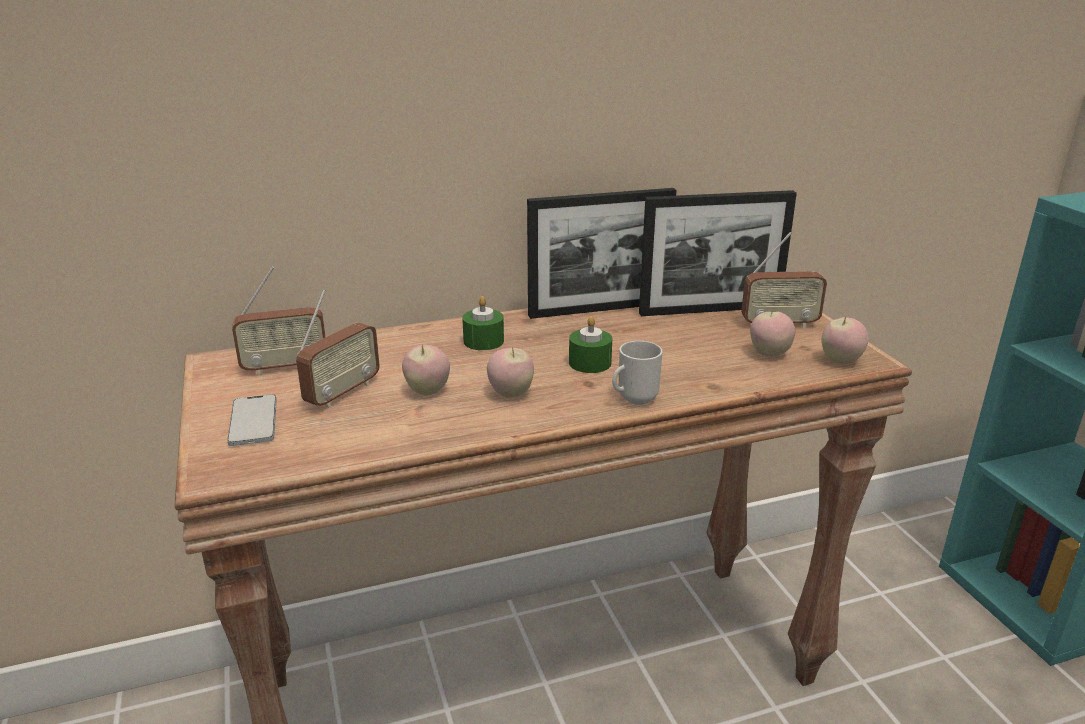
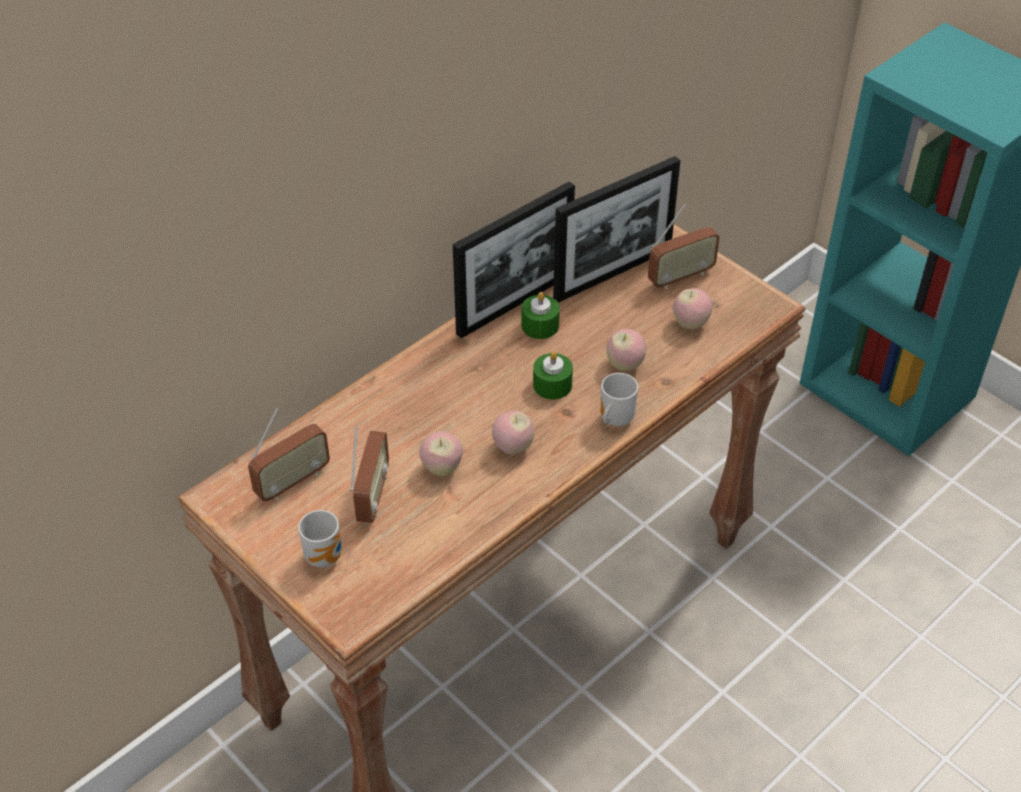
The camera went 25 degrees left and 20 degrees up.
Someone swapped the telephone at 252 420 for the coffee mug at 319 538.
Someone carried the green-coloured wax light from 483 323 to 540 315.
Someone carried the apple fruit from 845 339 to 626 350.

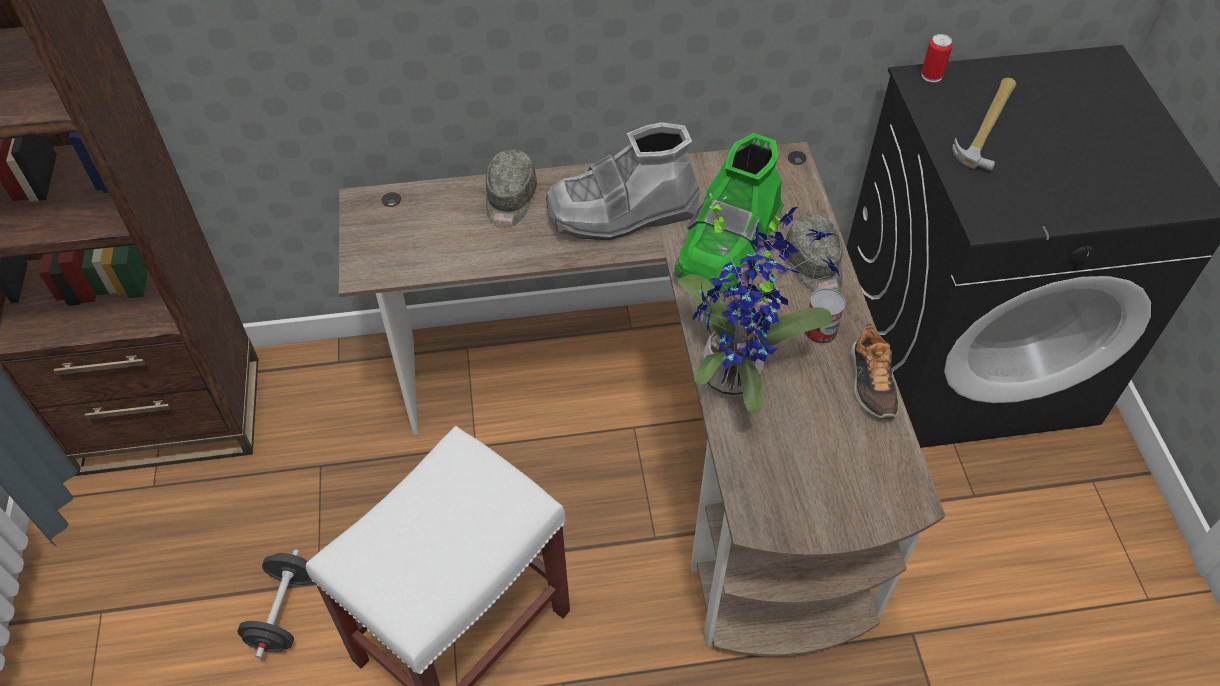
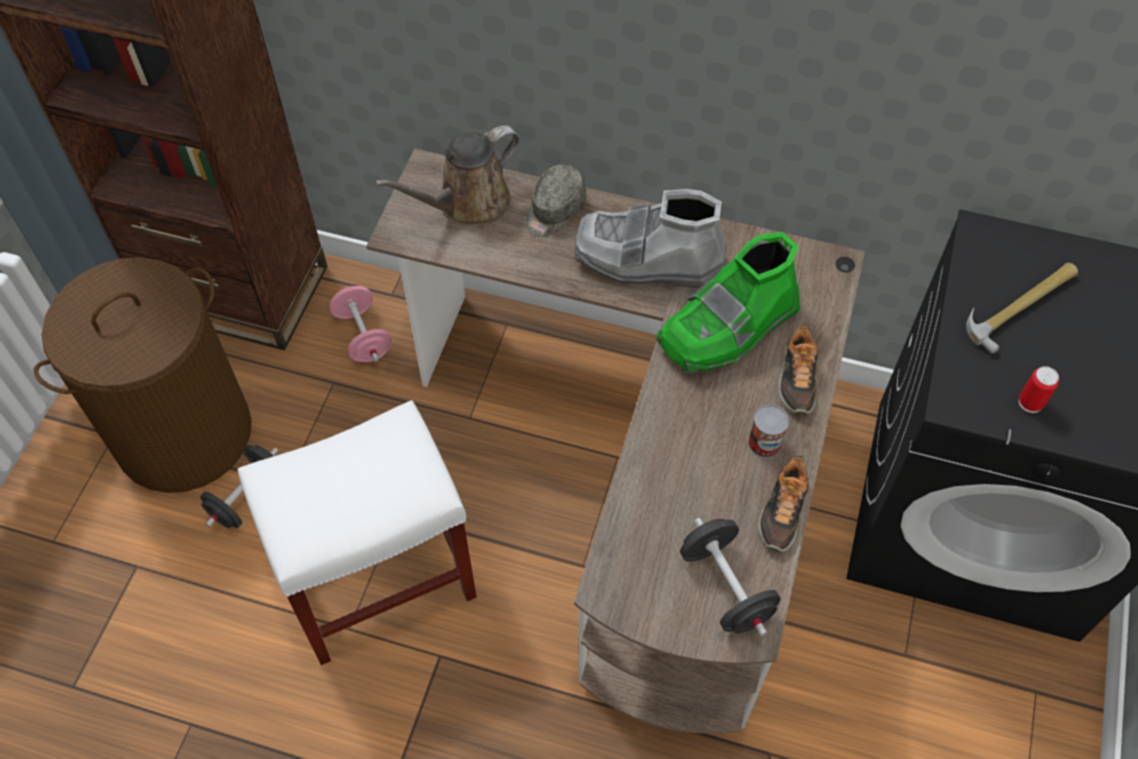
The camera went 25 degrees right and 5 degrees up.
Someone took away the potted plant at 759 303.
Someone swapped the greyish baseball cap at 813 253 for the low shoe at 798 369.
Someone carried the sealed can from 937 58 to 1039 389.
Someone put down the brown hamper at 142 375.
Someone put down the pink dumbbell at 360 324.
Someone put down the brown watering pot at 447 175.
Someone put down the black dumbbell at 730 577.

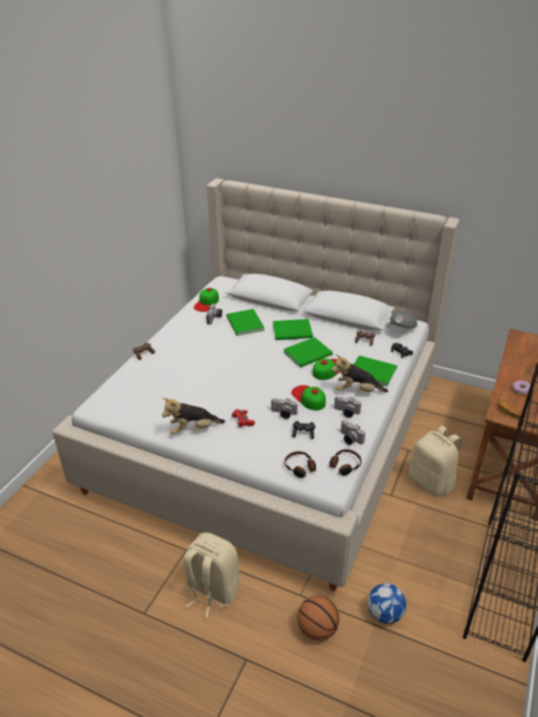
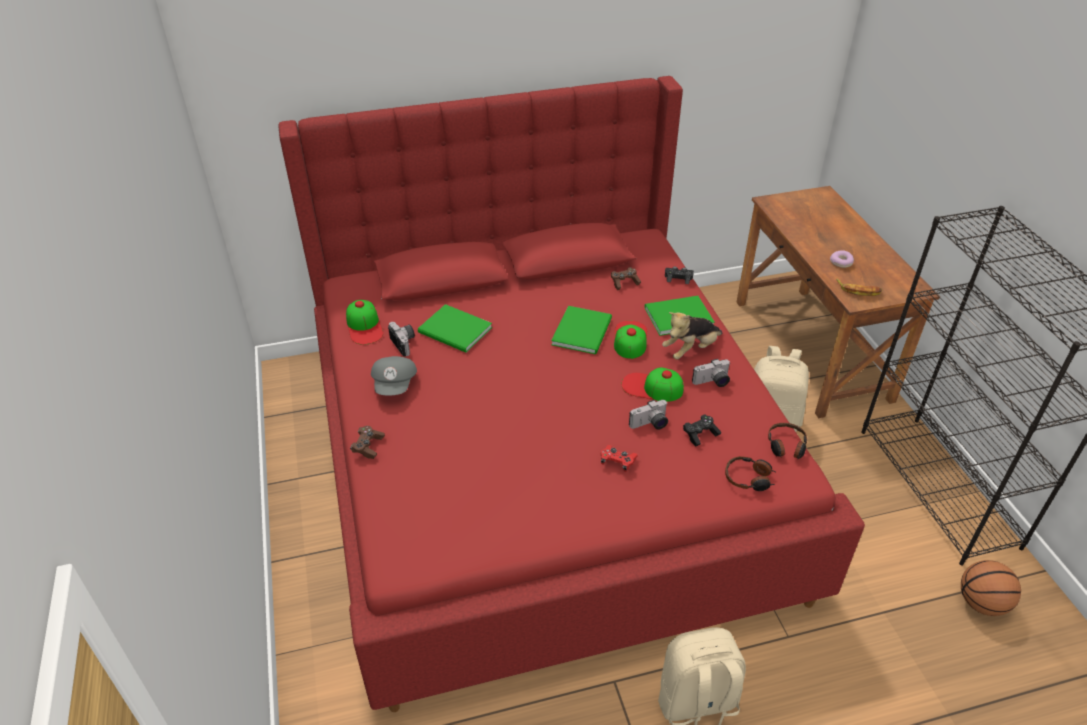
The camera went 40 degrees left and 5 degrees up.
Someone repainted the beige-coloured bedroom bed at 256 384, which became the red-coloured bedroom bed at 571 394.
Someone took away the plush toy at 193 416.
Someone took away the green-coloured volume at 293 329.
Someone carried the basketball from 318 618 to 991 588.
Someone took away the still camera at 353 432.
Someone took away the football at 387 603.
Someone carried the greyish baseball cap from 402 322 to 394 376.

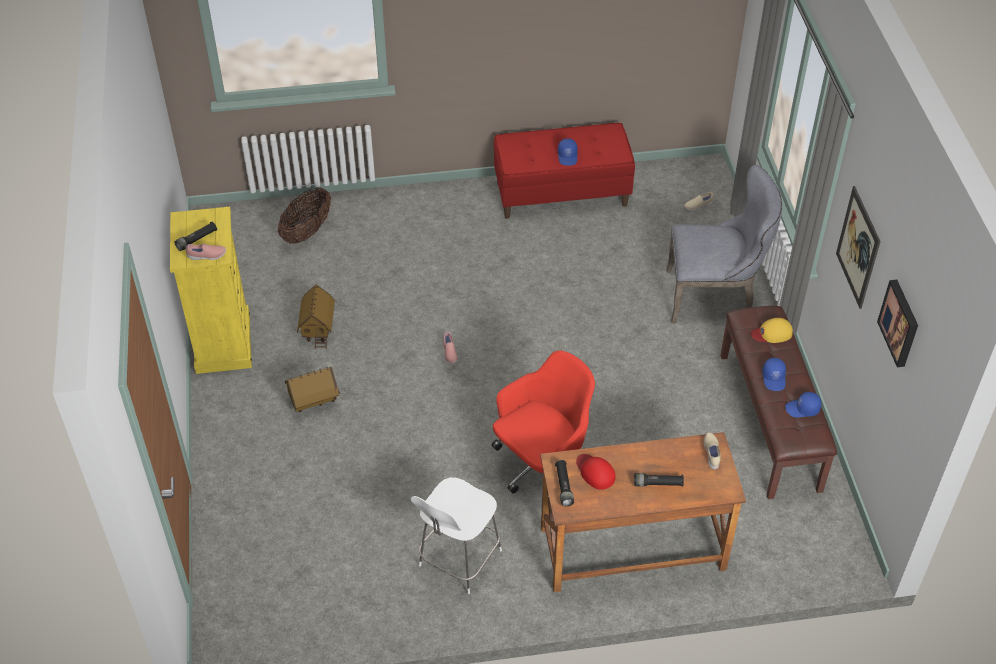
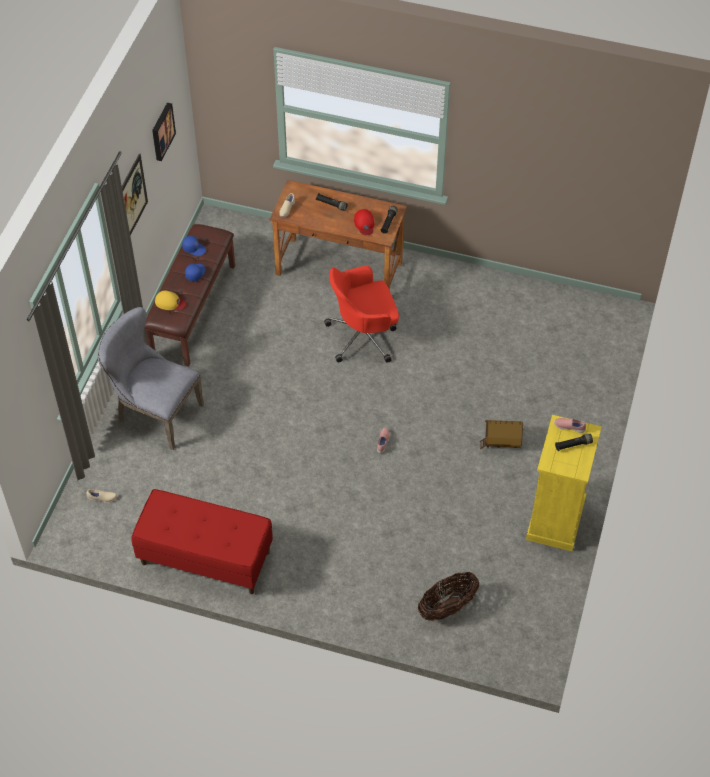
The camera went 155 degrees left and 5 degrees up.
Someone took away the miniature house at 316 317.
Someone took away the white chair at 456 535.
Someone took away the bluish baseball cap at 568 152.

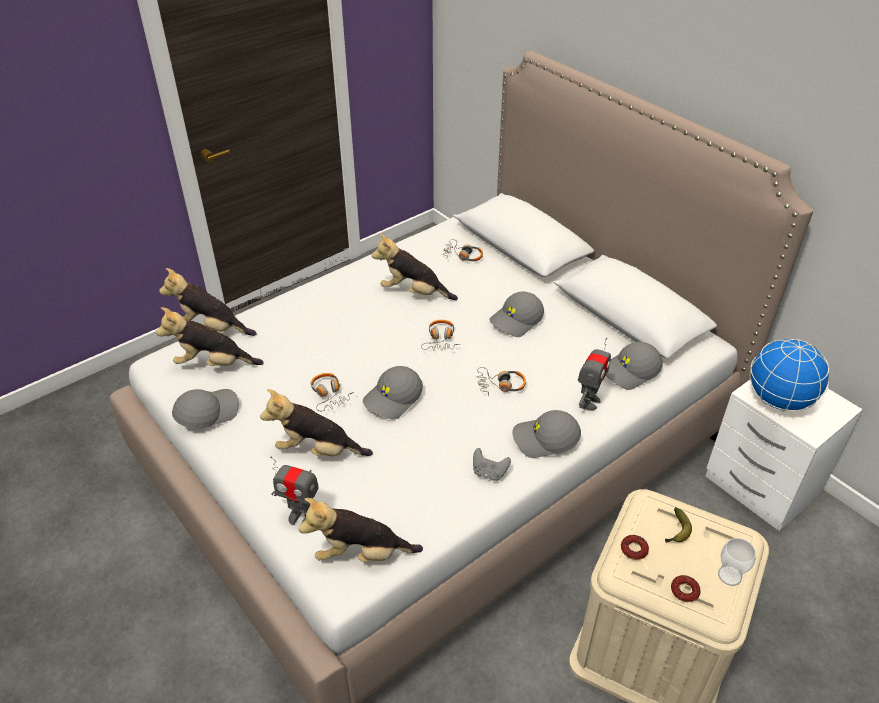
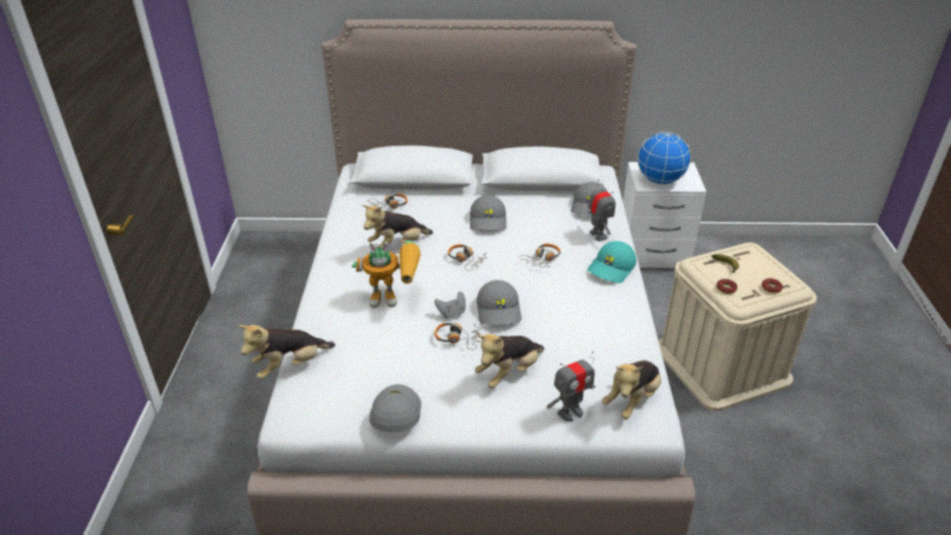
The camera went 50 degrees left and 5 degrees down.
Someone took away the plush toy at 209 336.
Someone carried the greyish gamepad from 492 464 to 450 304.
Someone repainted the greyish baseball cap at 546 434, which became the blue-green baseball cap at 612 262.
Someone took away the cup at 737 562.
Someone put down the model robot at 386 274.

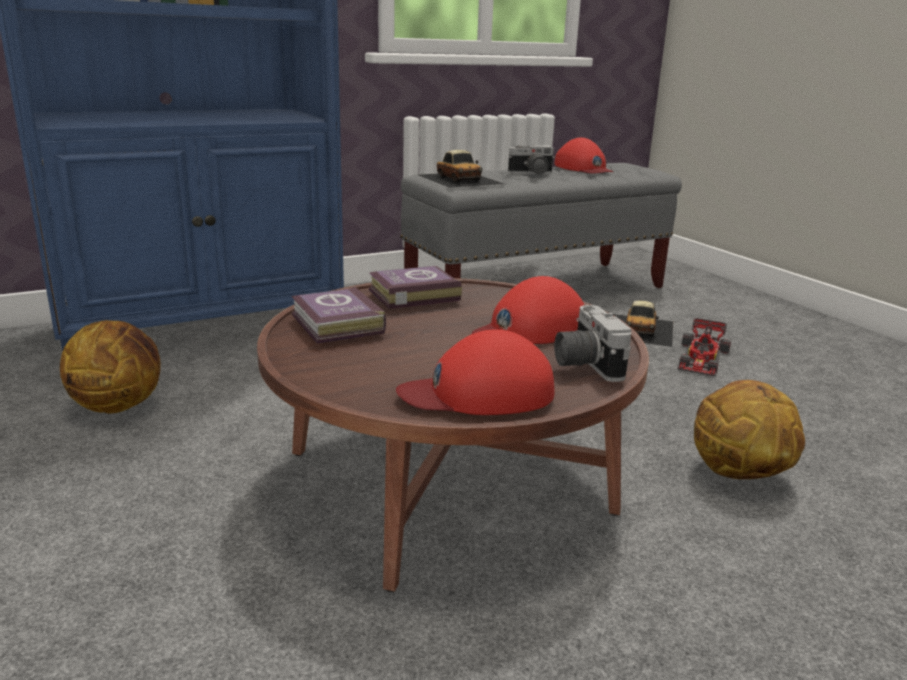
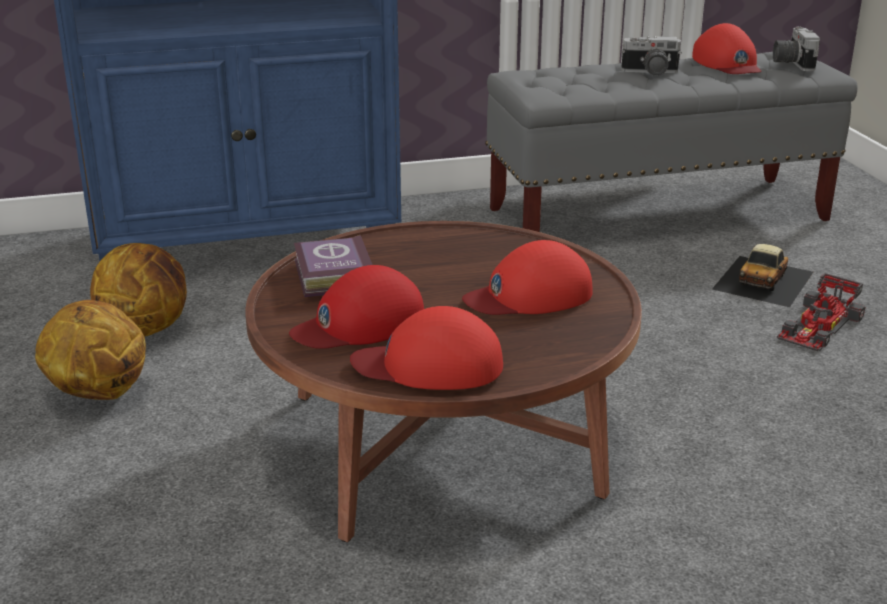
The camera went 15 degrees right and 5 degrees up.
Someone took away the volume at 415 287.
Someone took away the miniature car at 461 169.
Someone carried the still camera from 592 343 to 796 48.
Someone carried the basketball from 749 429 to 90 350.
Someone put down the red-coloured baseball cap at 356 307.

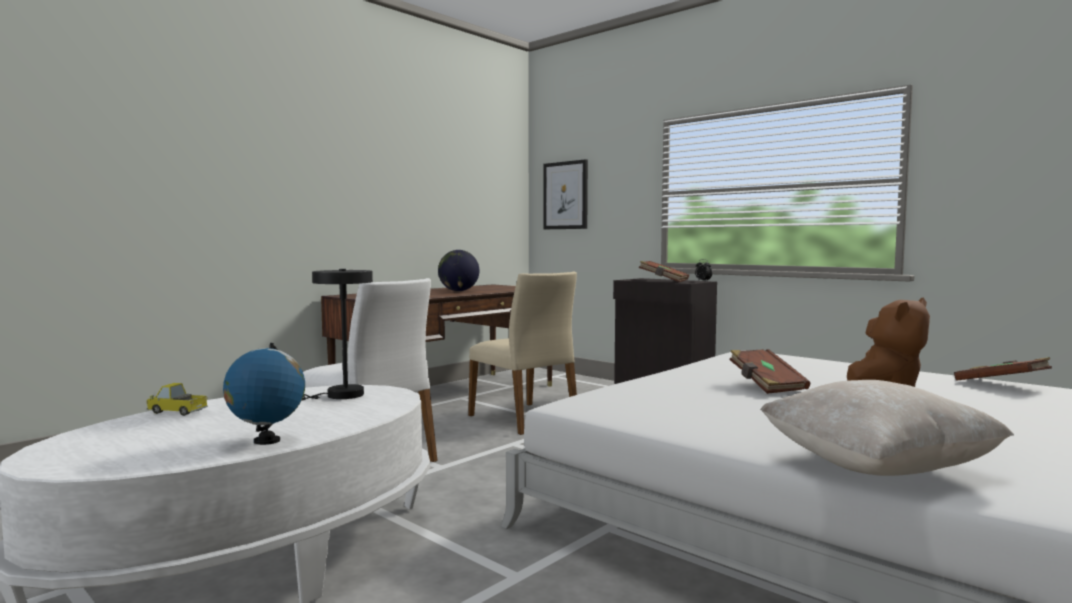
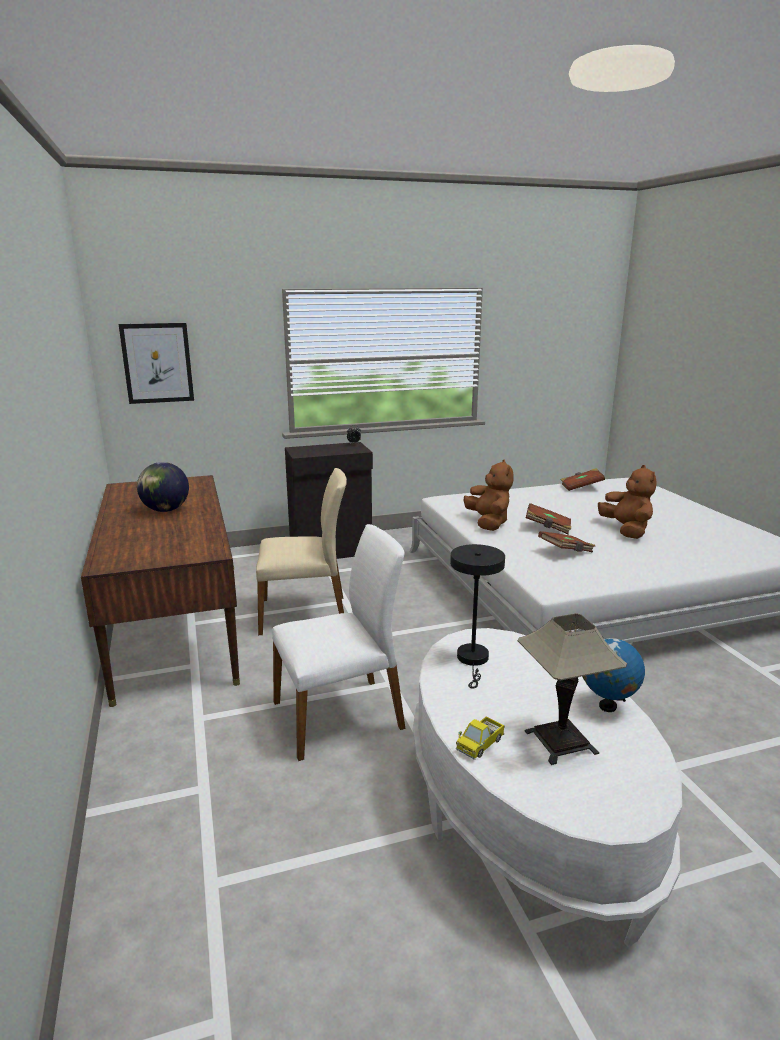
The camera went 60 degrees left and 15 degrees up.
Someone carried the brown volume from 664 271 to 566 542.
Someone took away the beige-coloured cushion at 887 428.
Someone put down the brown plush toy at 489 495.
Someone put down the lamp for a table at 572 689.

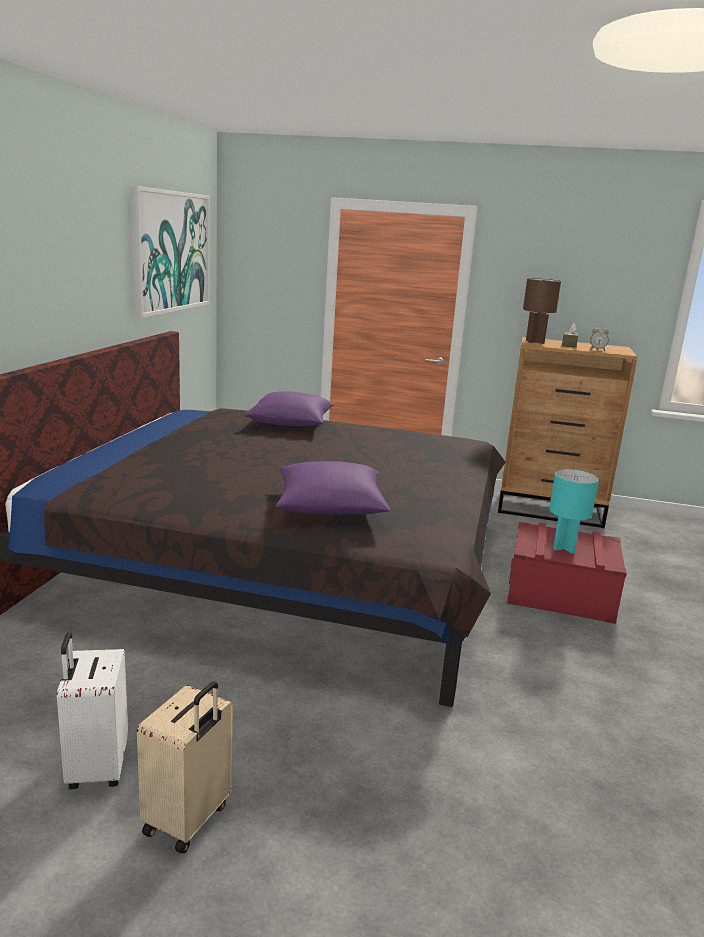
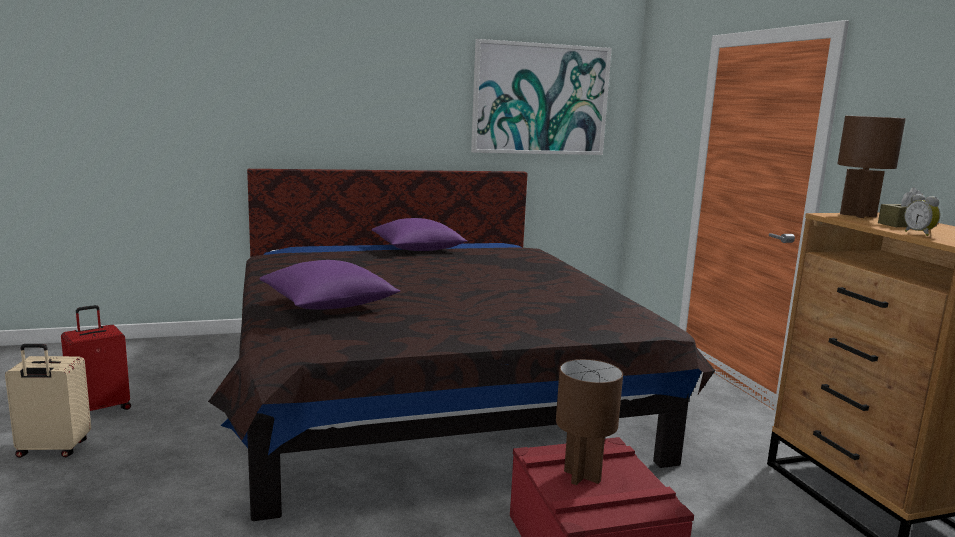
The camera went 60 degrees right and 5 degrees down.
Someone repainted the white suitcase at 92 710, which became the red-coloured suitcase at 96 358.
Someone carried the purplish cushion from 289 408 to 419 234.
Someone repainted the blue-green lamp for a table at 574 511, which became the brown lamp for a table at 589 422.

